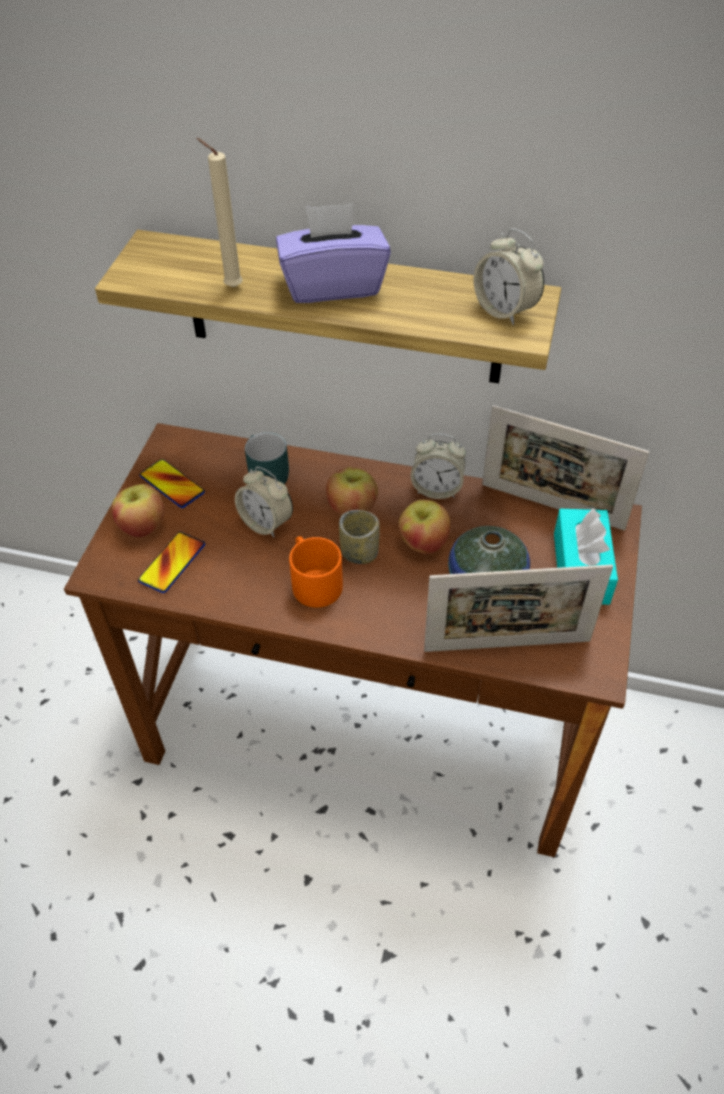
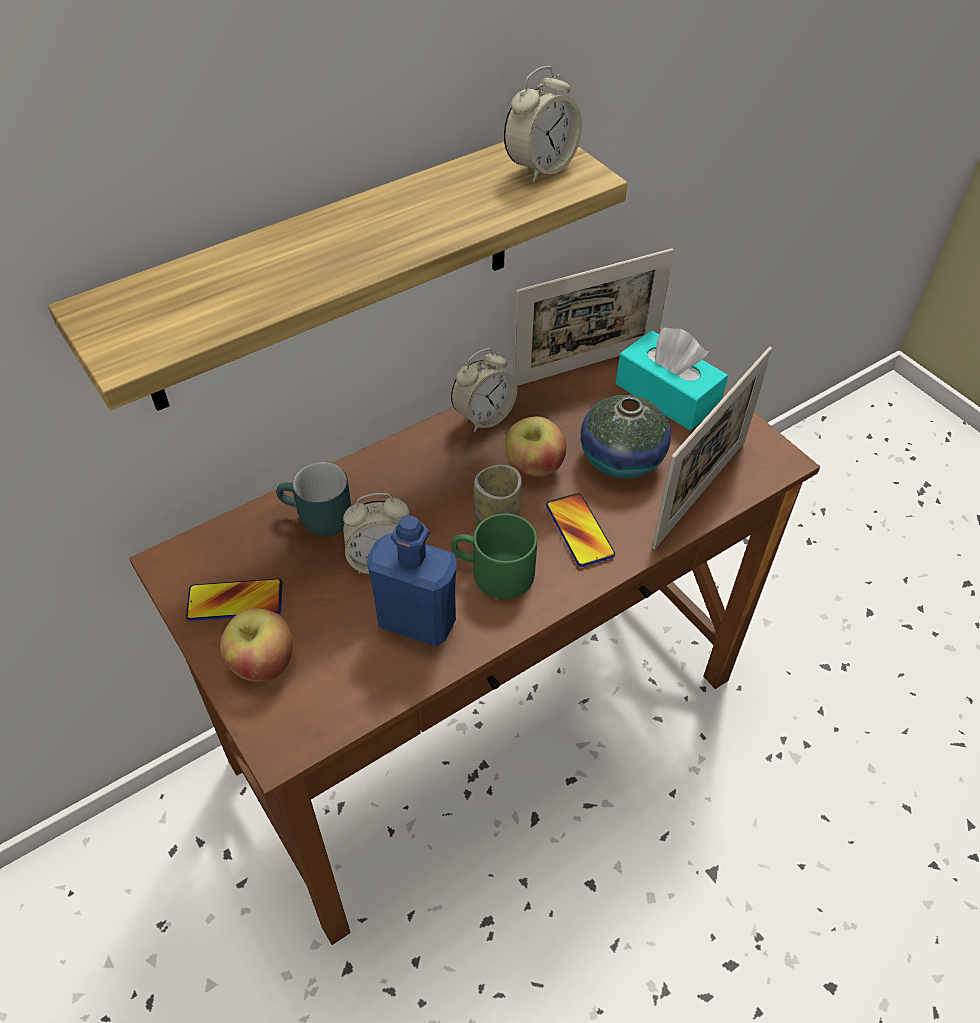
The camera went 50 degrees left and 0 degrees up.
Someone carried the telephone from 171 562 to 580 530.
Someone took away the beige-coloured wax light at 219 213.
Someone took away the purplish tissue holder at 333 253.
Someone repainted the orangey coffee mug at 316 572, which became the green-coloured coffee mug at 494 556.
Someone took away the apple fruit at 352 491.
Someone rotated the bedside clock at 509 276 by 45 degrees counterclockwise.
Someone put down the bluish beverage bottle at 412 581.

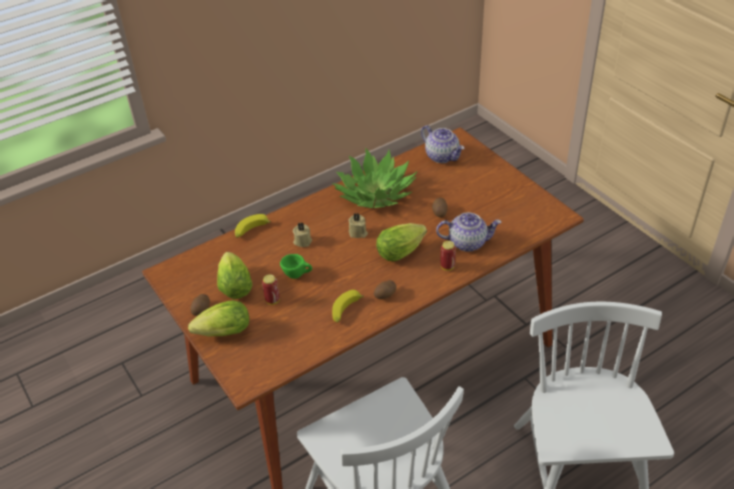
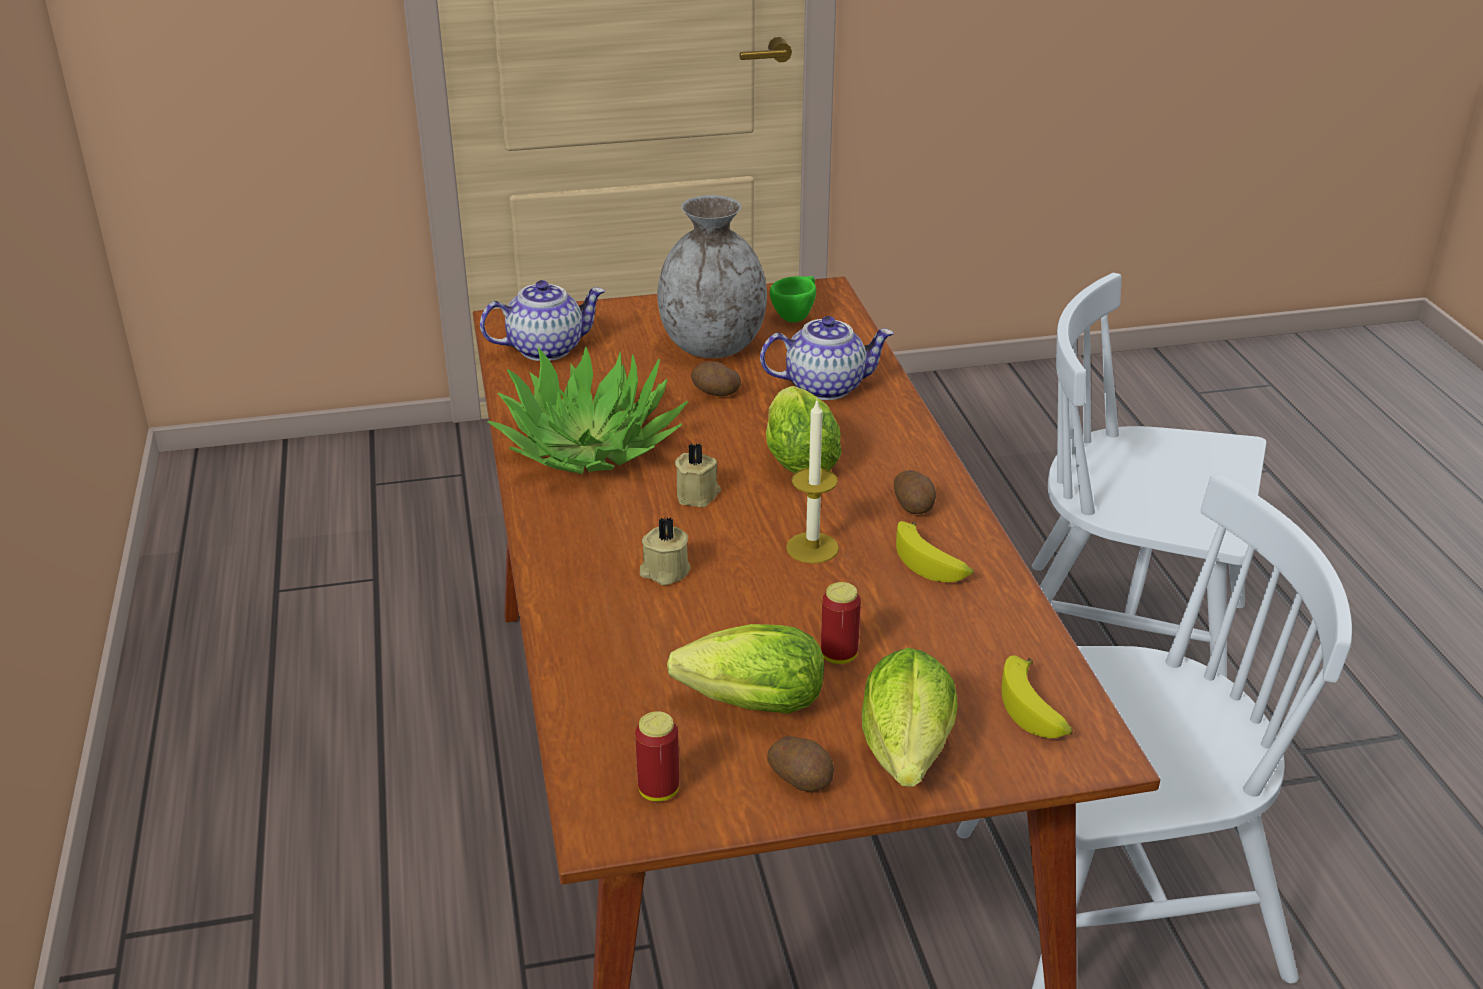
The camera went 70 degrees left and 10 degrees down.
Someone carried the banana fruit from 253 226 to 1037 696.
Someone carried the green-coloured cup from 296 266 to 793 299.
Someone rotated the teapot at 468 232 by 60 degrees clockwise.
Someone carried the sealed can from 448 256 to 657 756.
Someone put down the greyish decorative vase at 712 276.
Someone put down the wax light at 812 482.

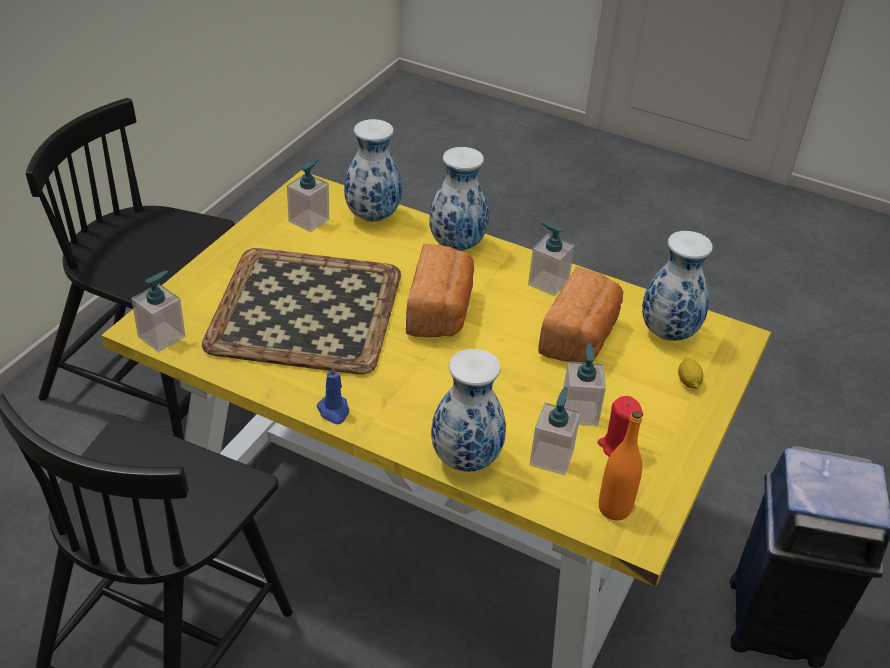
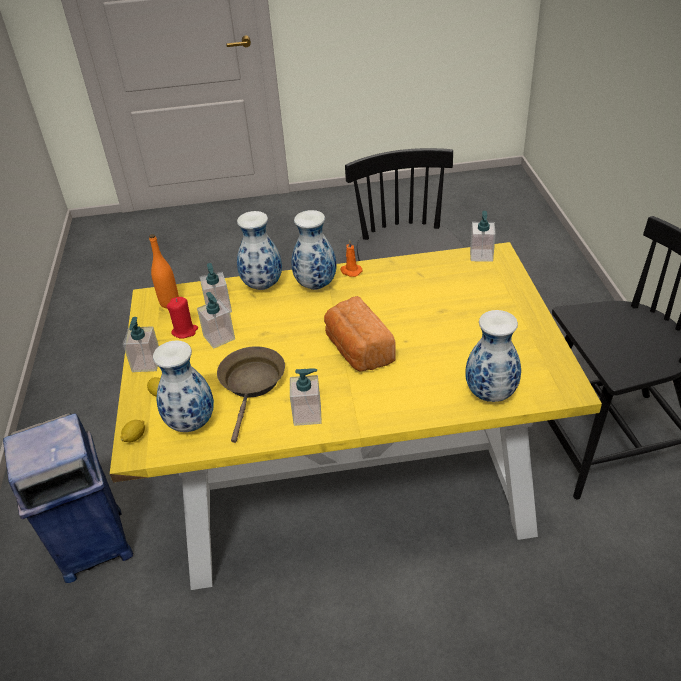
The camera went 150 degrees right and 0 degrees up.
Someone took away the serving tray at 301 311.
Someone carried the liquid soap bottle from 308 195 to 141 344.
Someone repainted the bluish wax light at 332 394, which became the orangey wax light at 351 258.
Someone carried the decorative vase from 459 199 to 313 250.
Someone swapped the bread at 580 314 for the brown skillet at 251 394.
Someone put down the lemon at 132 431.

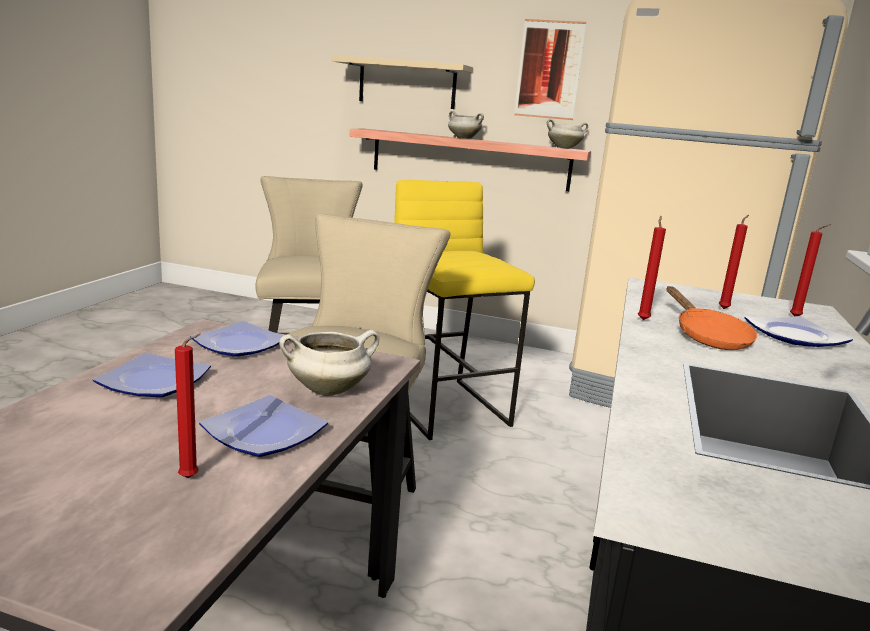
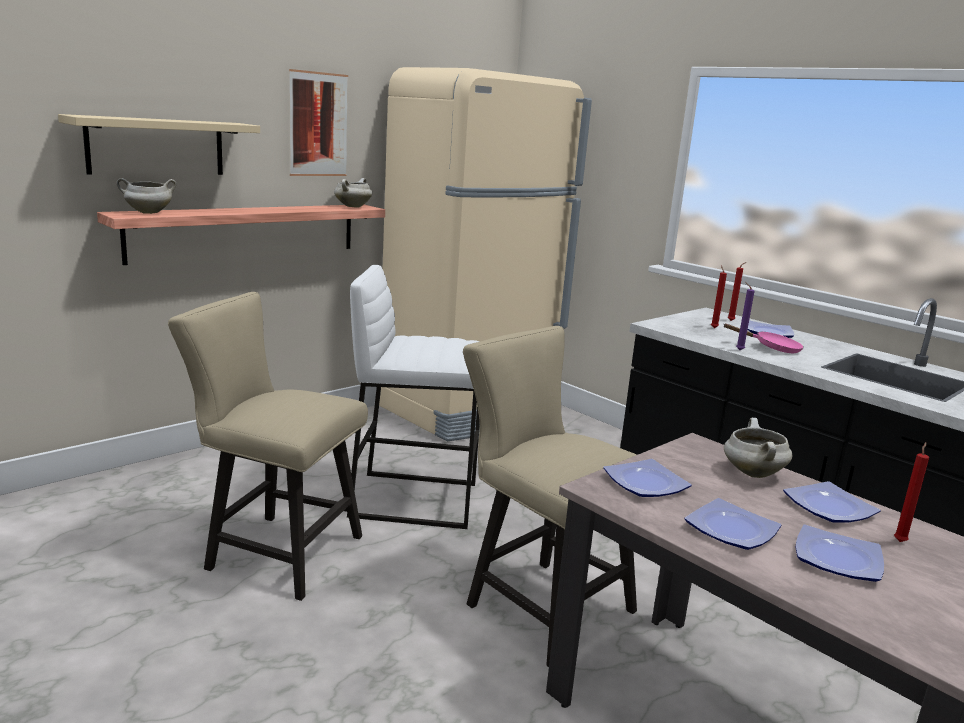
The camera went 60 degrees left and 0 degrees up.
Someone repainted the yellow-coloured stool seat at 464 310, which became the white stool seat at 413 397.
Someone carried the white saucepot from 466 125 to 147 196.
Someone repainted the red-coloured wax light at 652 268, which became the purplish wax light at 745 316.
Someone repainted the orangey skillet at 712 318, which became the pink skillet at 763 338.
Someone put down the flat dish at 840 553.

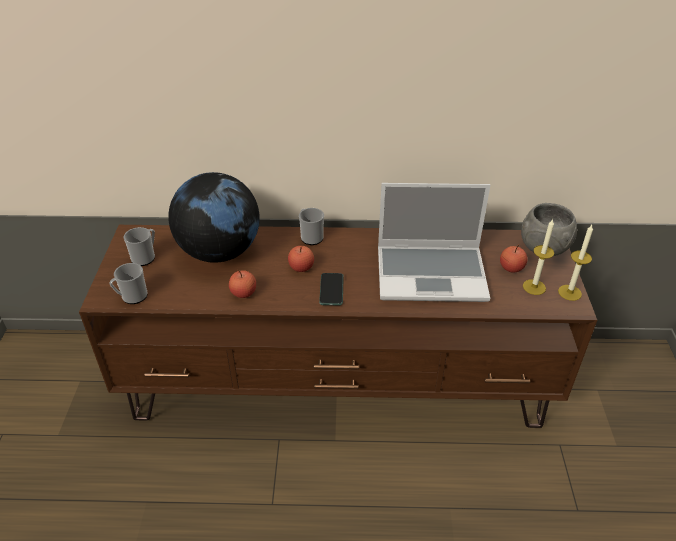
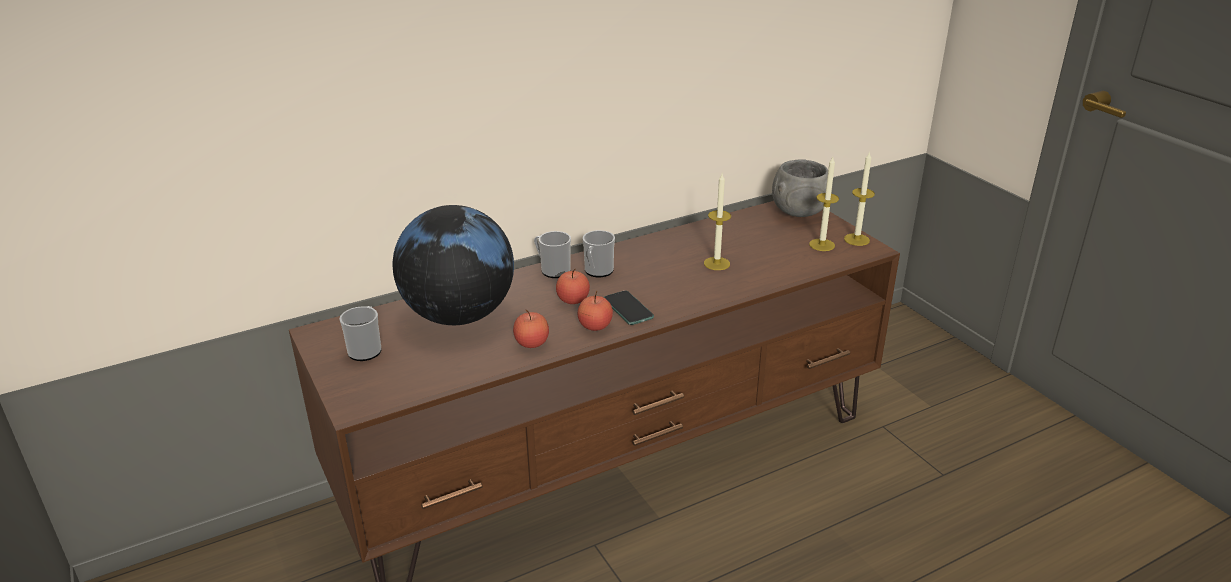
The camera went 30 degrees left and 10 degrees down.
Someone carried the coffee mug from 128 283 to 599 253.
Someone swapped the portable computer at 434 242 for the wax light at 717 222.
Someone carried the apple fruit from 513 259 to 595 311.

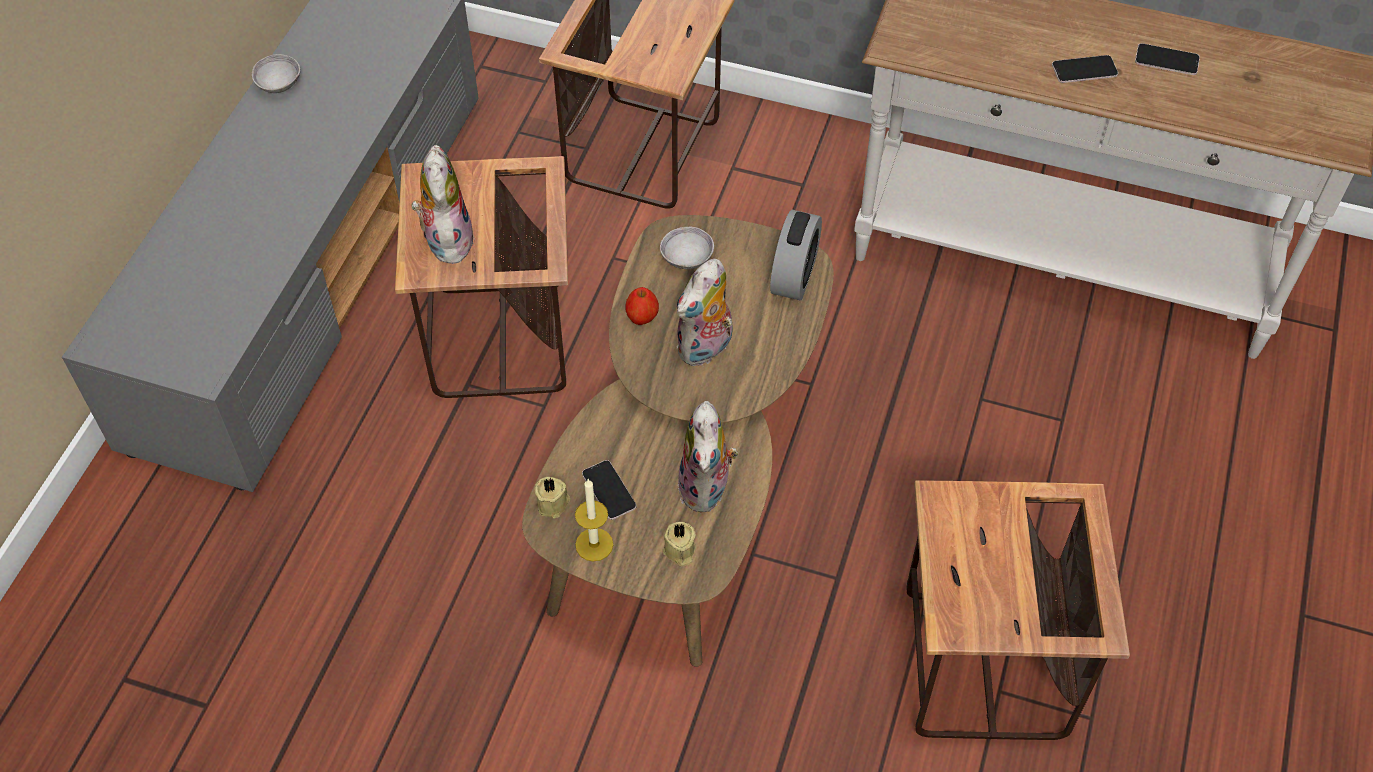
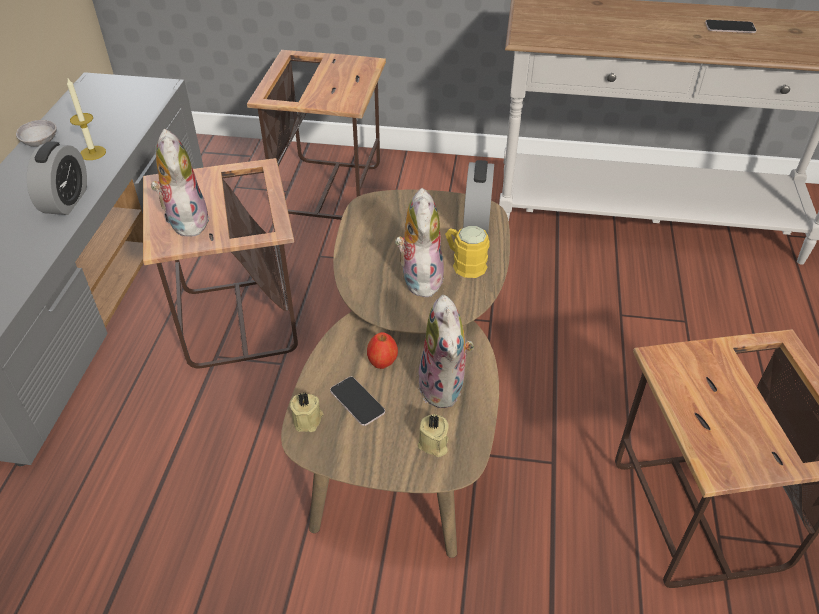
The camera went 10 degrees left and 10 degrees down.
Someone carried the wax light from 594 520 to 86 118.
Someone carried the apple fruit from 642 306 to 382 350.
Someone took away the greyish serving bowl at 687 248.
Someone rotated the plush toy at 705 313 by 150 degrees clockwise.
Someone took away the telephone at 1085 69.
Someone put down the bedside clock at 57 178.
Someone put down the yellow-coloured coffee mug at 467 252.

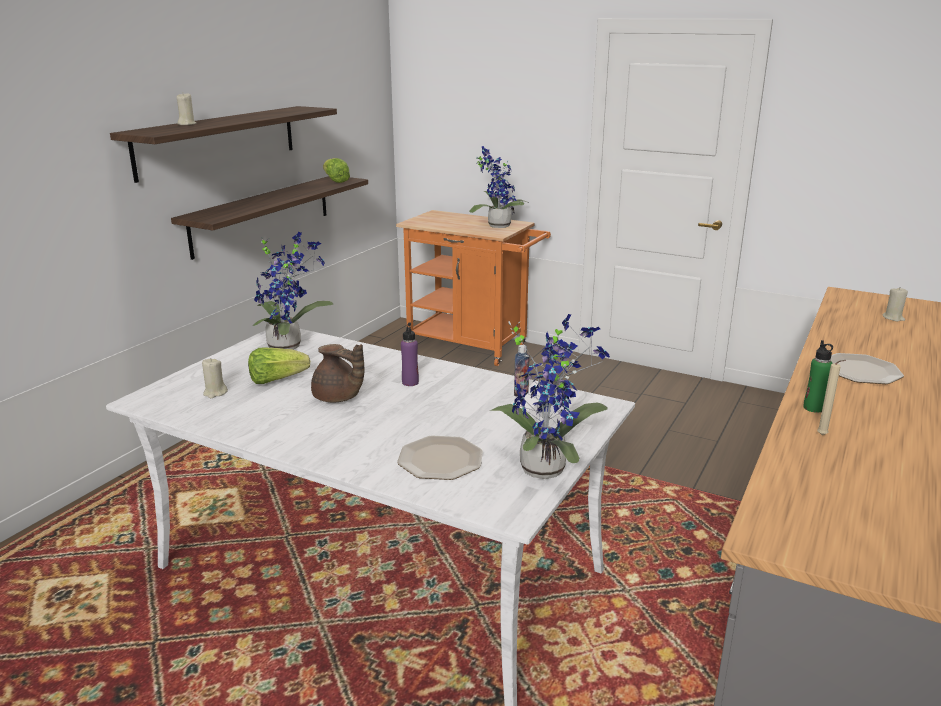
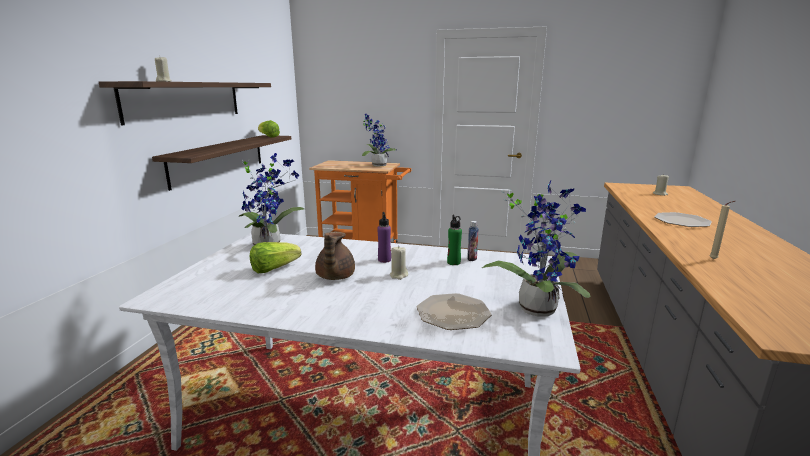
The camera went 15 degrees left and 5 degrees down.
Someone carried the beige-coloured wax light from 215 378 to 399 263.
Someone rotated the brown teapot at 337 373 by 75 degrees clockwise.
Someone carried the green-coloured beverage bottle from 818 376 to 454 240.

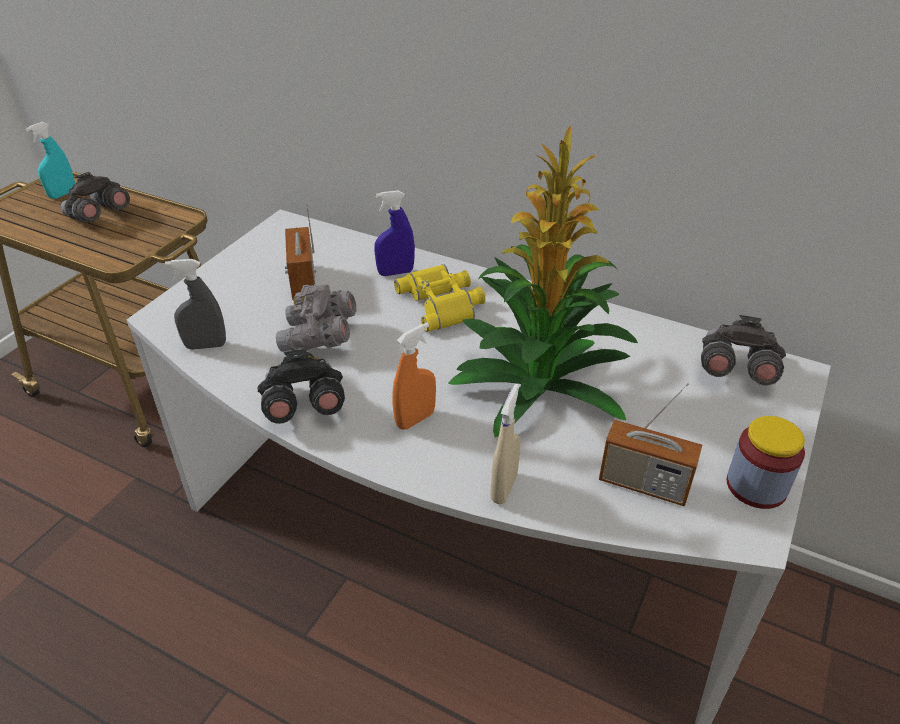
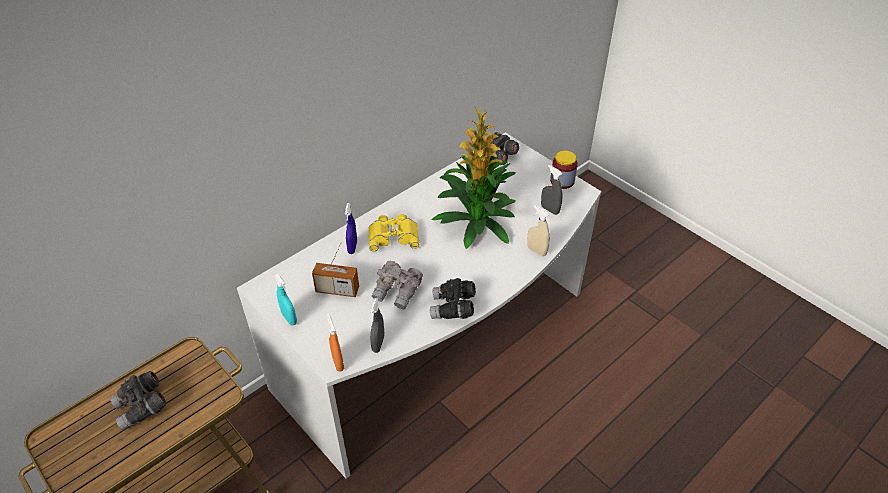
The camera went 70 degrees left and 5 degrees up.
Someone carried the blue-green spray bottle from 50 160 to 286 299.
Someone carried the orangey spray bottle from 414 376 to 335 343.
Someone swapped the radio receiver at 650 444 for the greyish spray bottle at 552 190.

